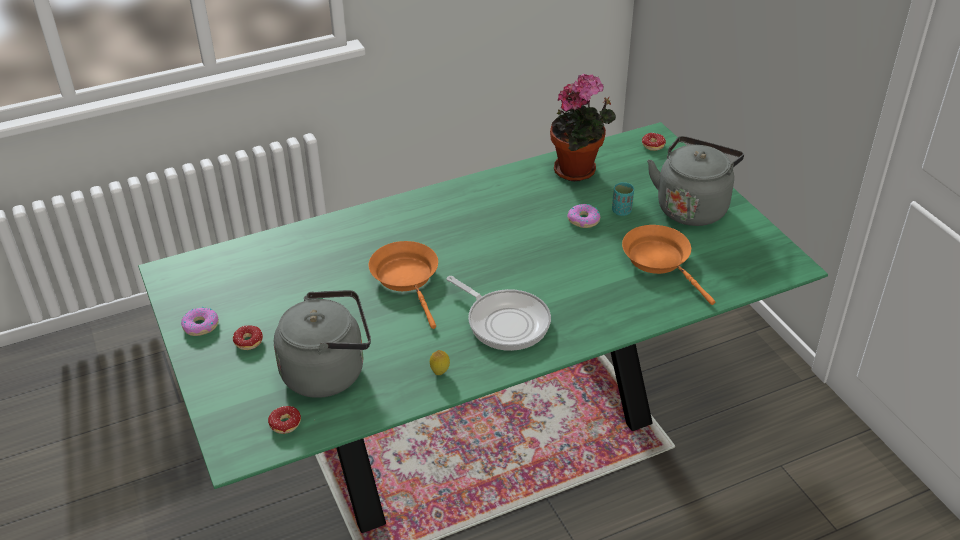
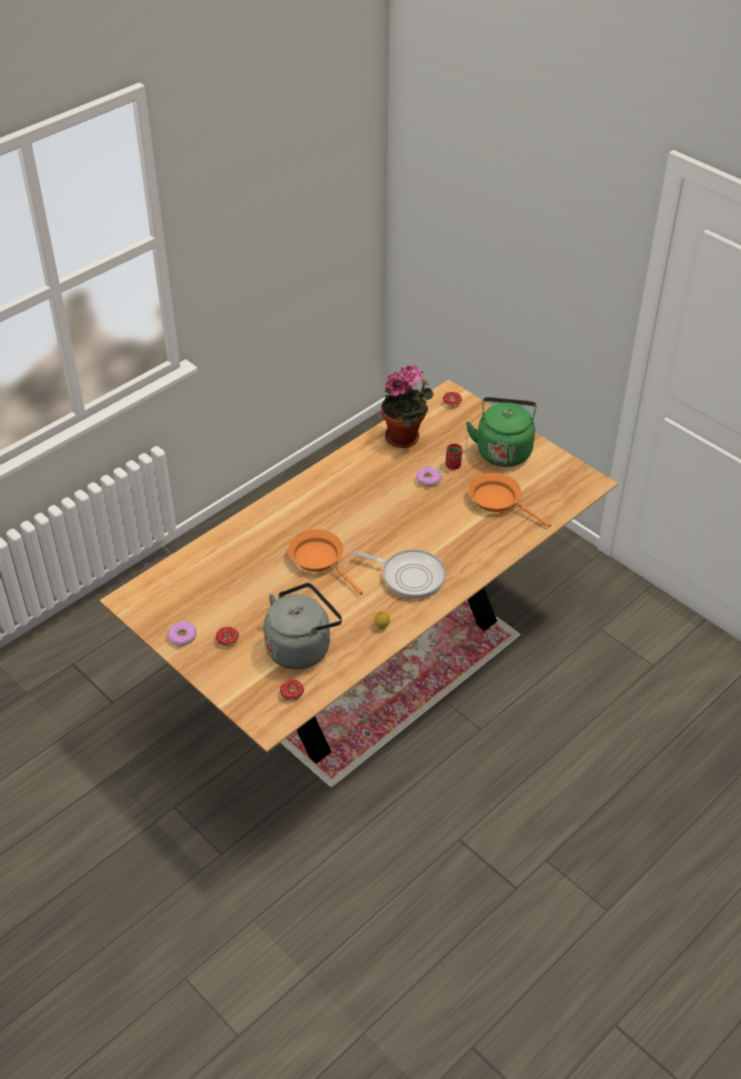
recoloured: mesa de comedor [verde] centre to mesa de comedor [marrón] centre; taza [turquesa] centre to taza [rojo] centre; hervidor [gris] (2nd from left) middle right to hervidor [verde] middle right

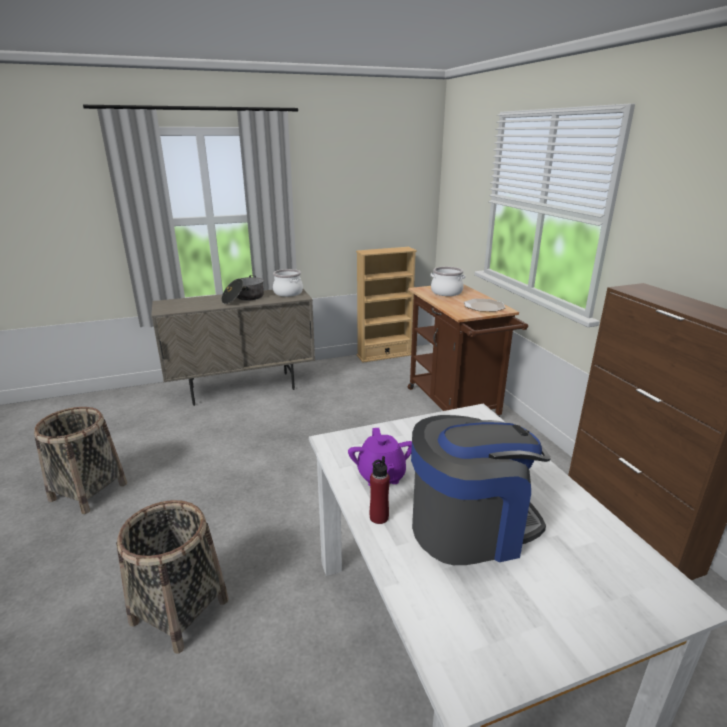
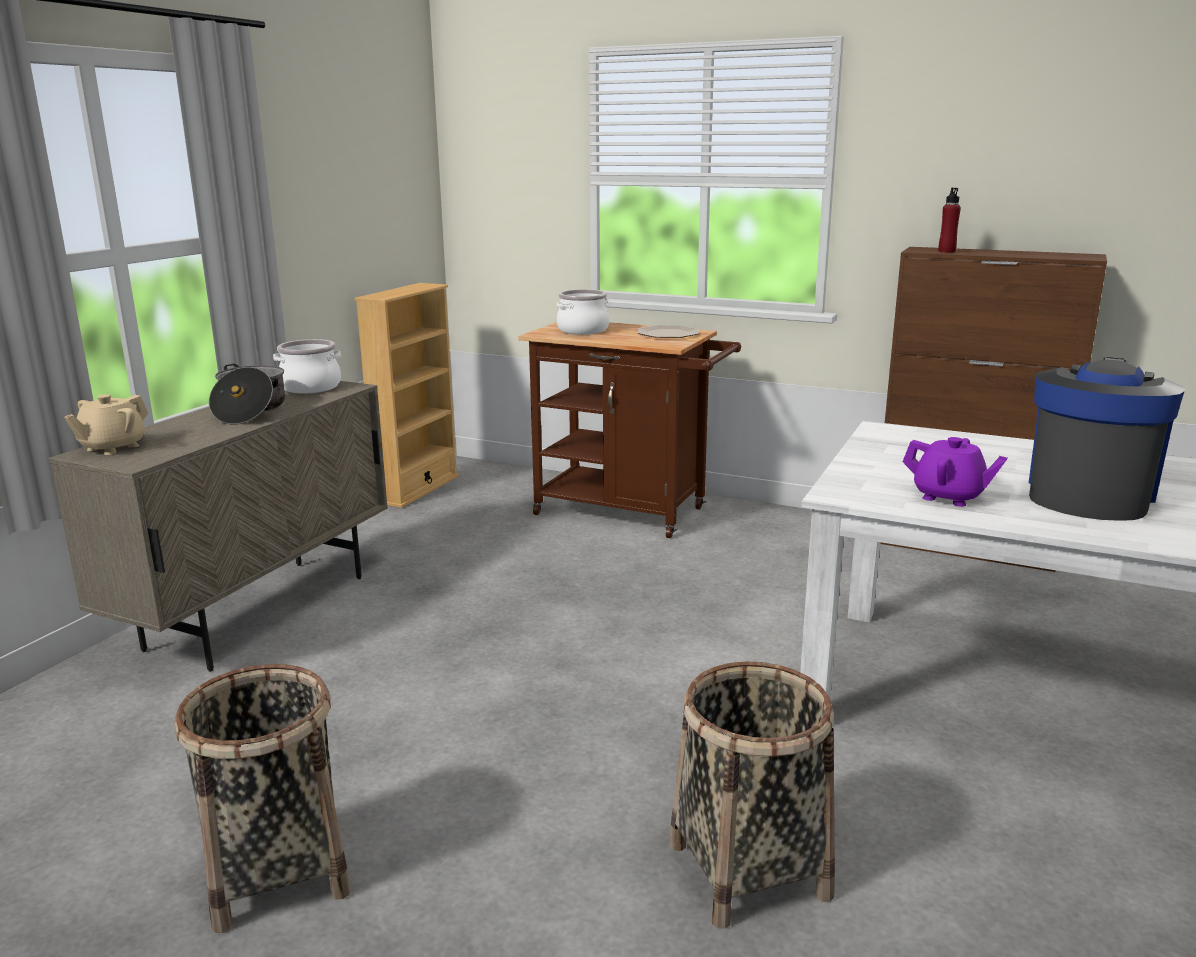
added: tetera [beis] middle left
moved: botella [rojo] bottom centre to top right

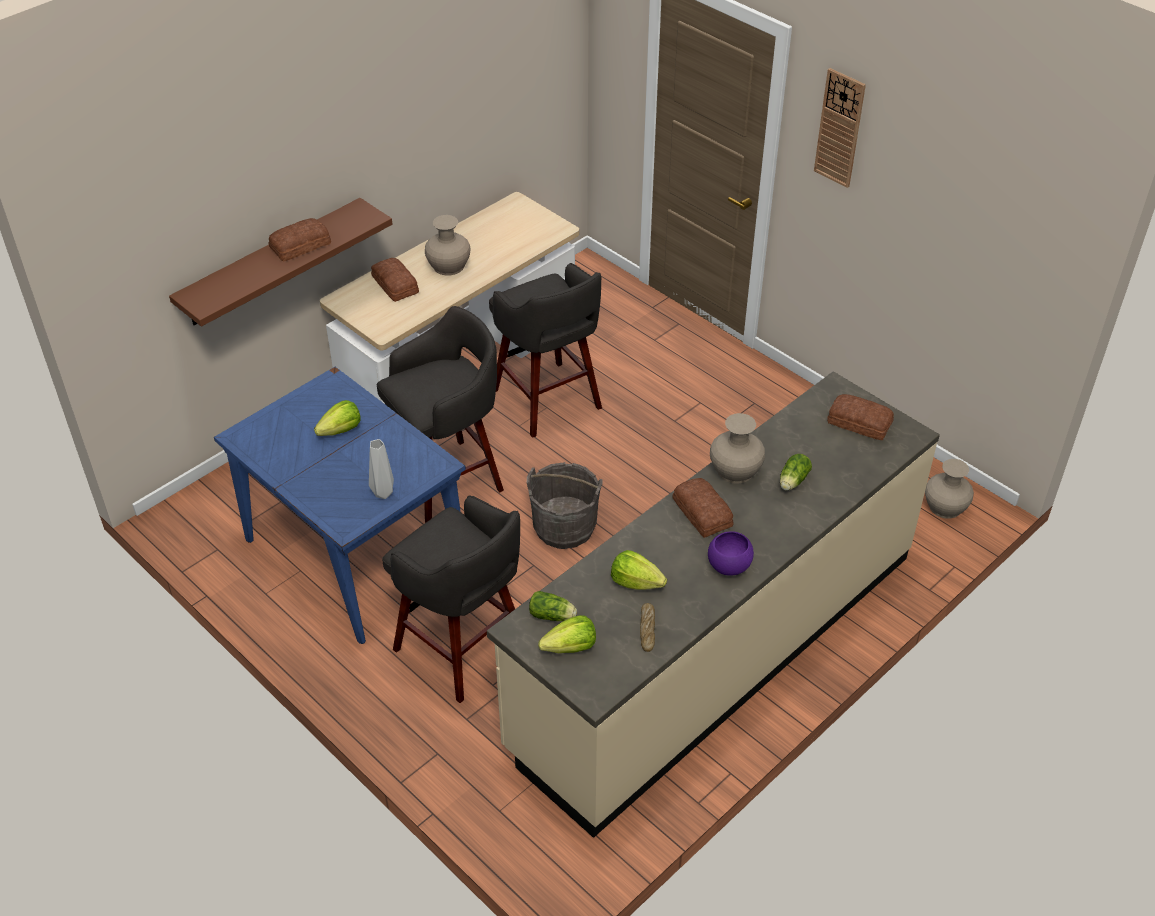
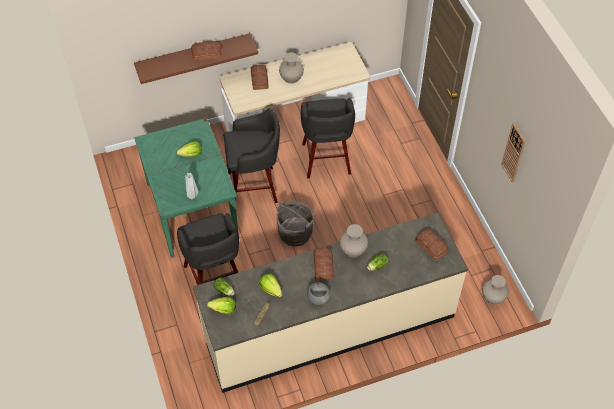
moved: reloj de pared top right to middle right
recoloured: mesa de comedor [azul] middle left to mesa de comedor [verde] middle left; cuenco [morado] centre to cuenco [gris] bottom centre

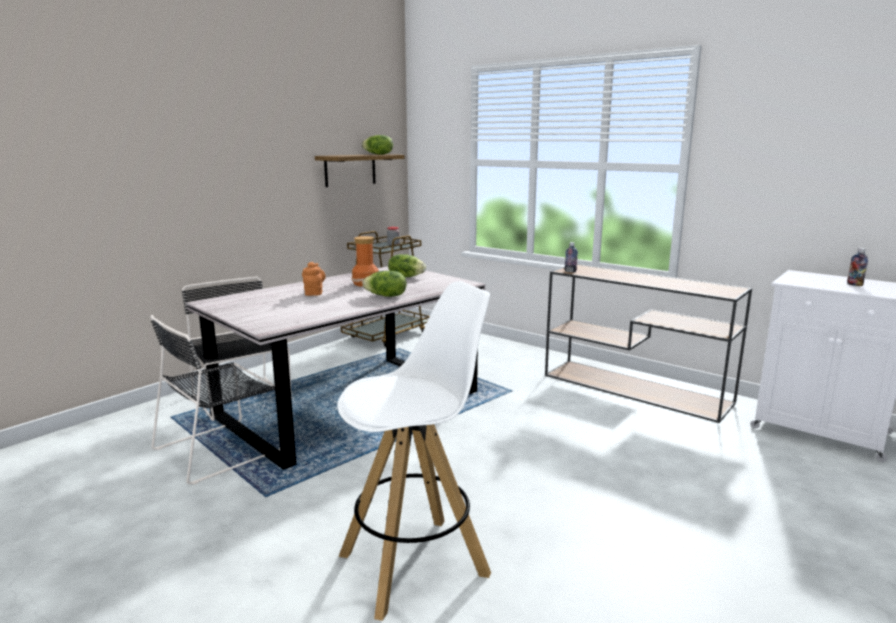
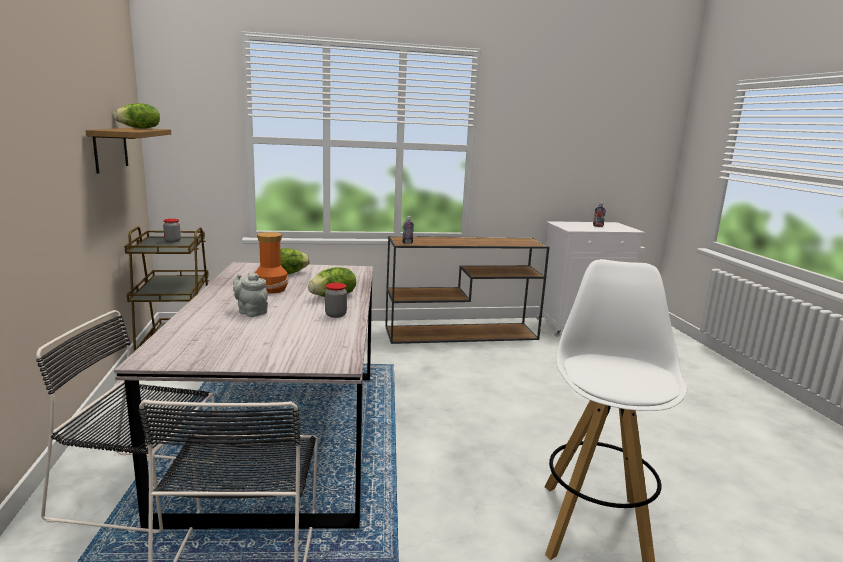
added: tarro (2nd from left) centre
recoloured: tetera [naranja] centre to tetera [gris] middle left

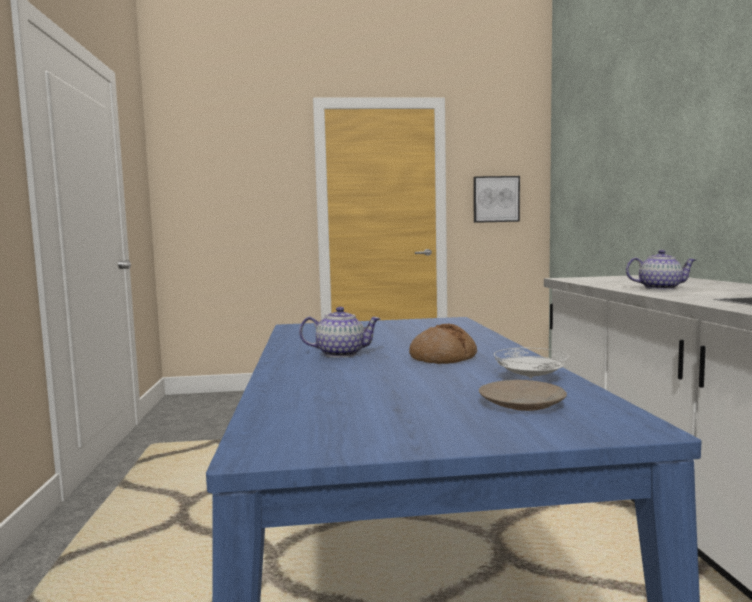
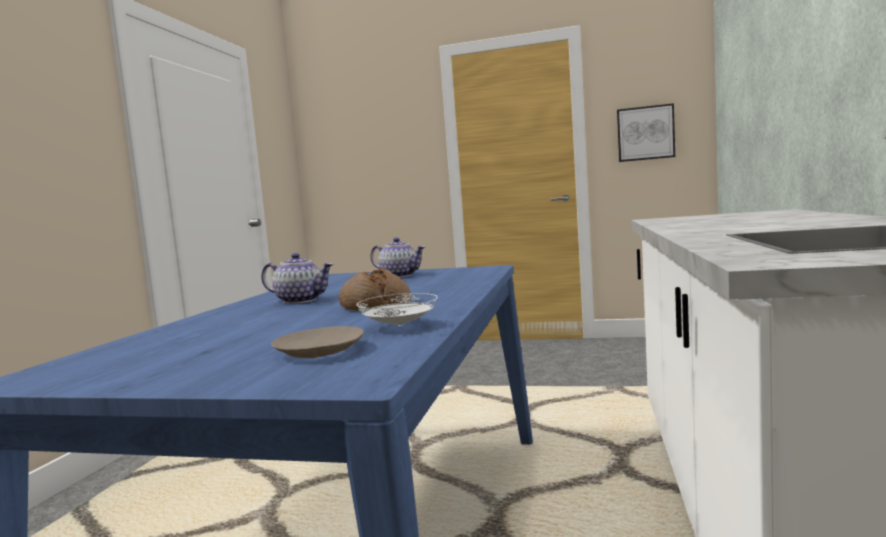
moved: tetera (2nd from left) middle right to centre

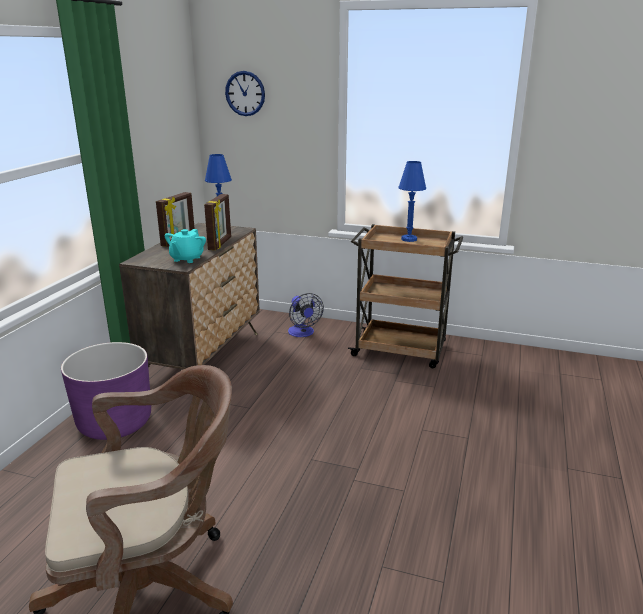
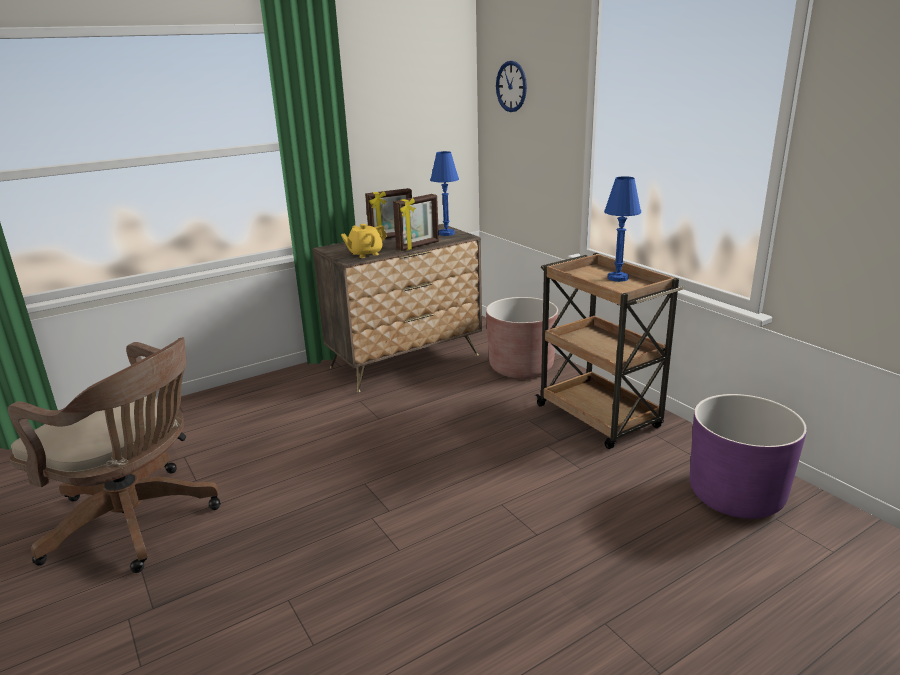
moved: maceta [morado] middle left to bottom right
replaced: ventilador centre to maceta [marrón] centre
recoloured: tetera [turquesa] middle left to tetera [amarillo] centre

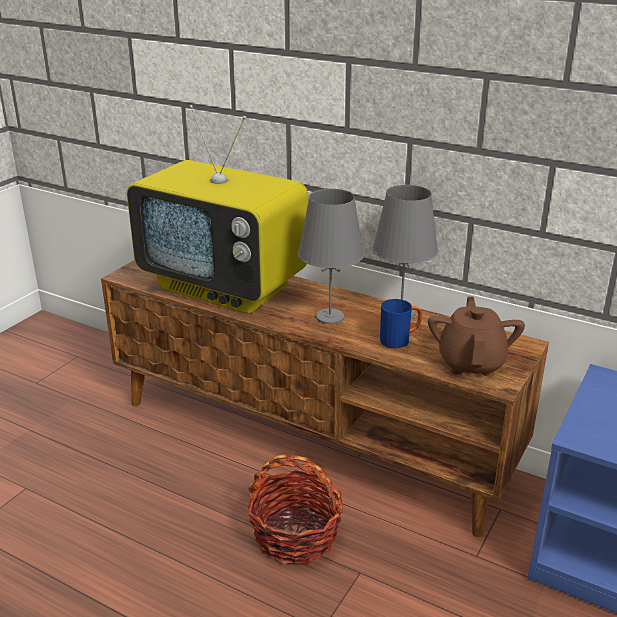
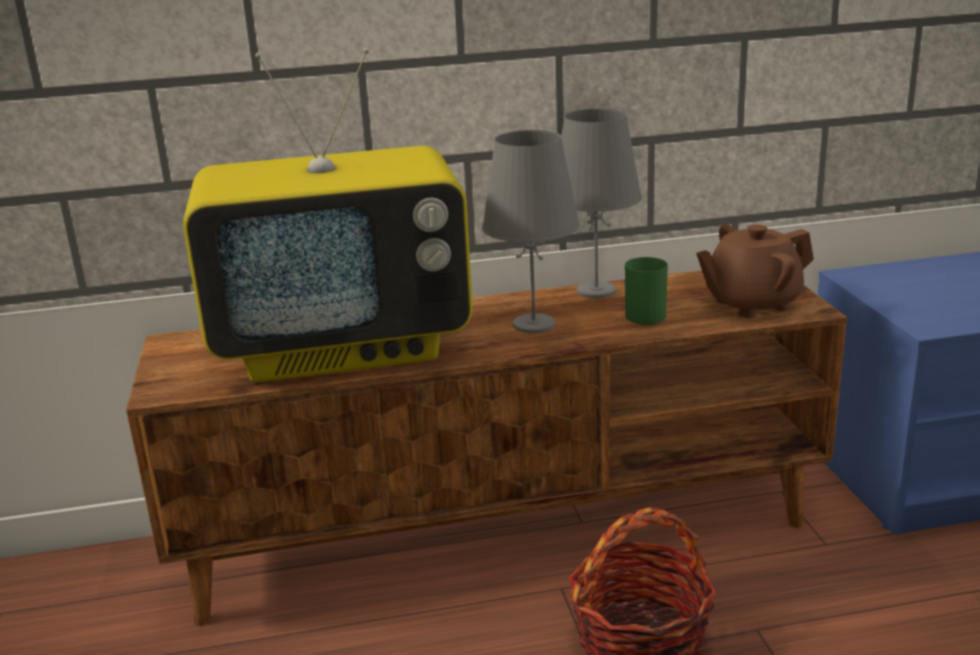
recoloured: taza grande [azul] centre to taza grande [verde] centre
turned: tetera [marrón] middle right = middle right 75 degrees counterclockwise

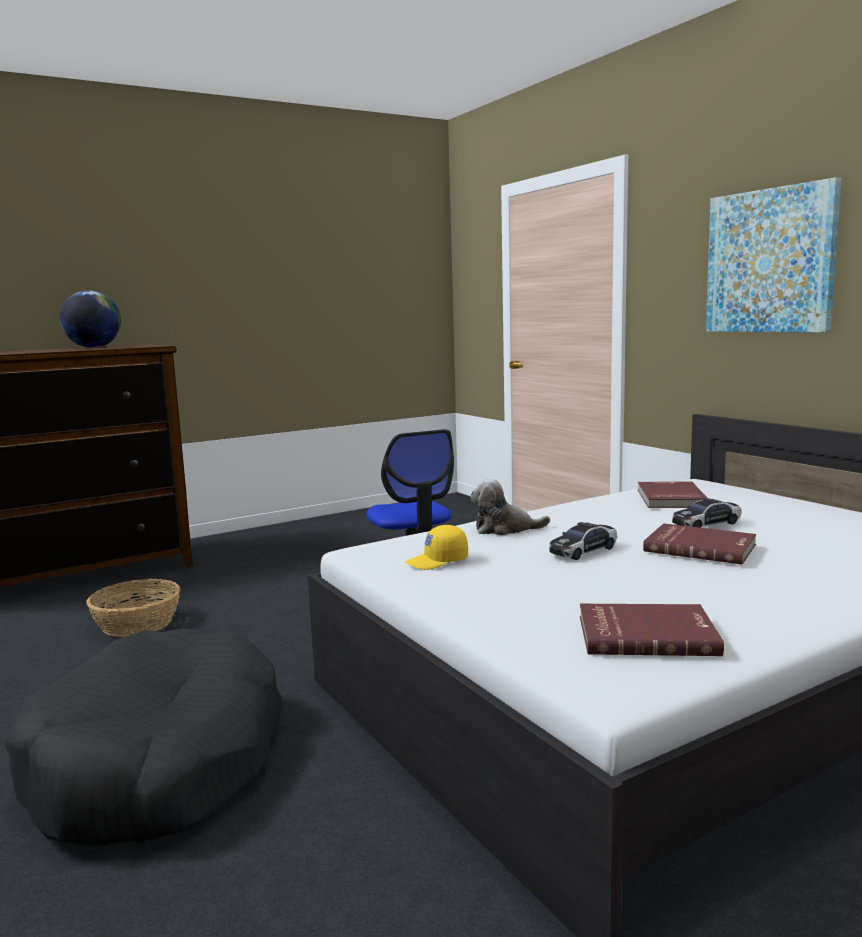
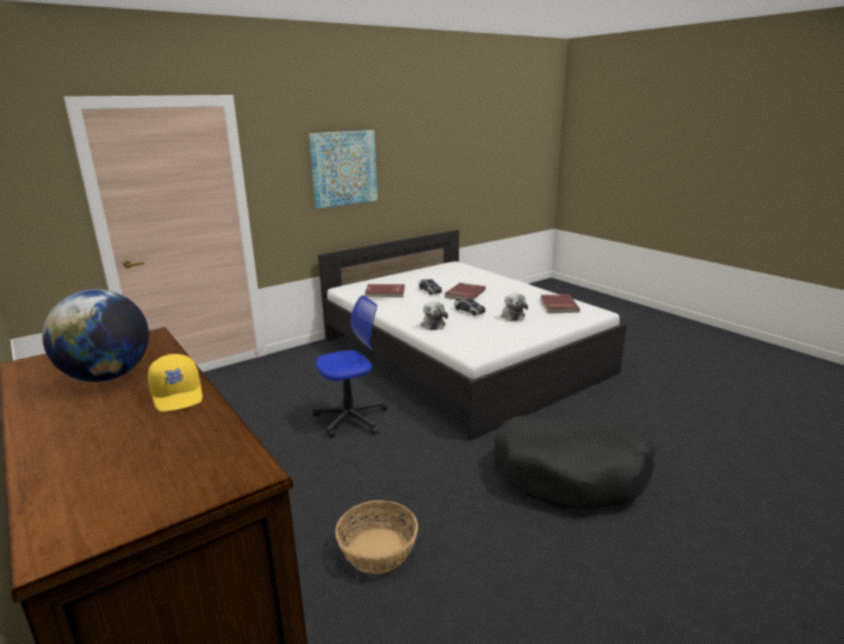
added: peluche (2nd from left) centre
moved: gorra [amarillo] centre to middle left

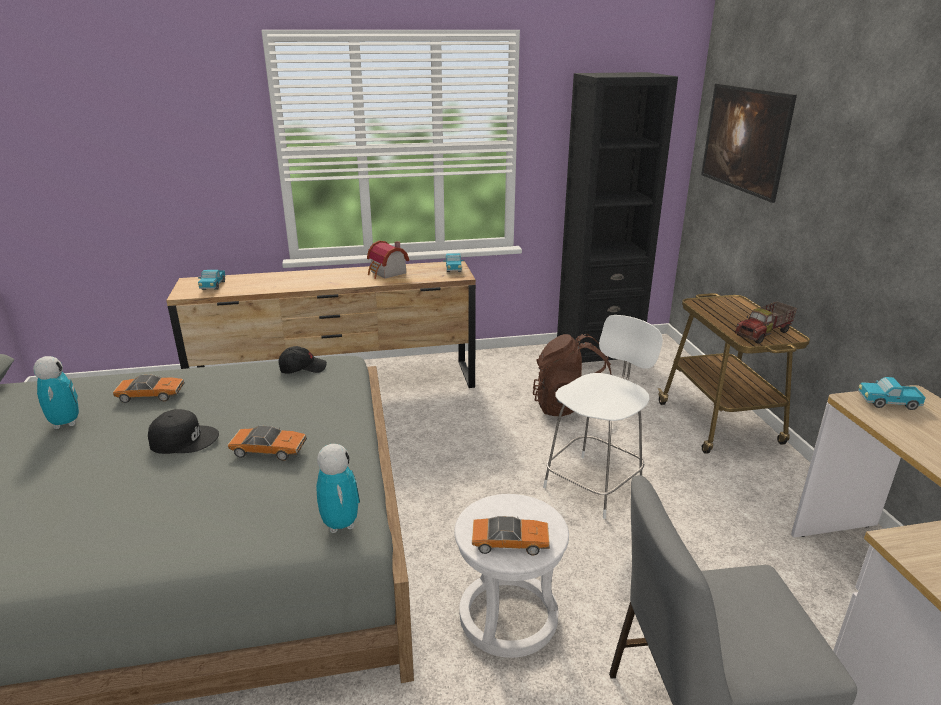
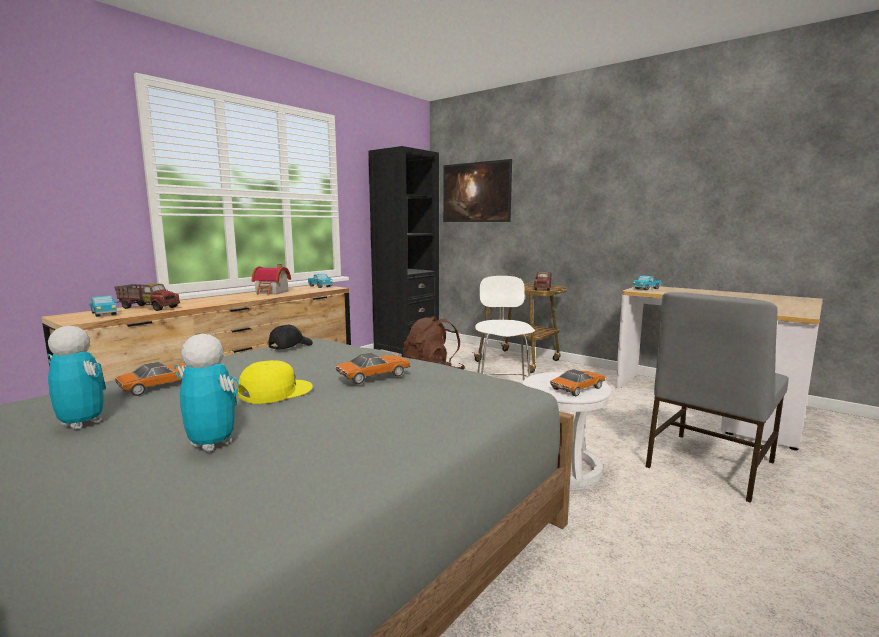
added: camión de juguete (2nd from left) middle left
moved: robot de juguete (2nd from left) bottom centre to middle left
recoloured: gorra [negro] (1st from left) middle left to gorra [amarillo] middle left

